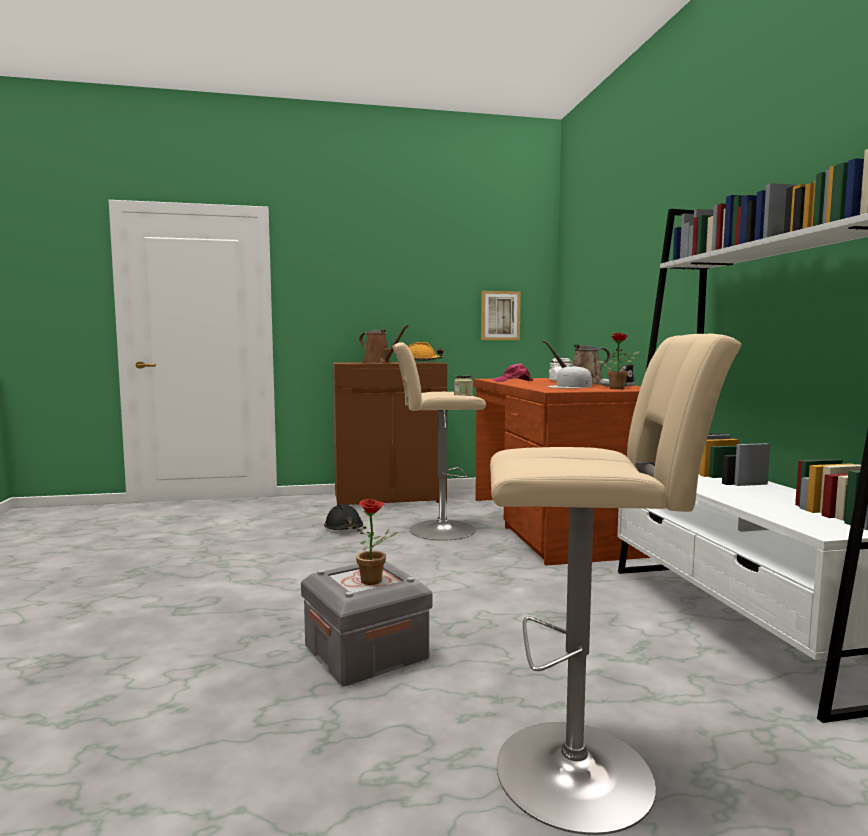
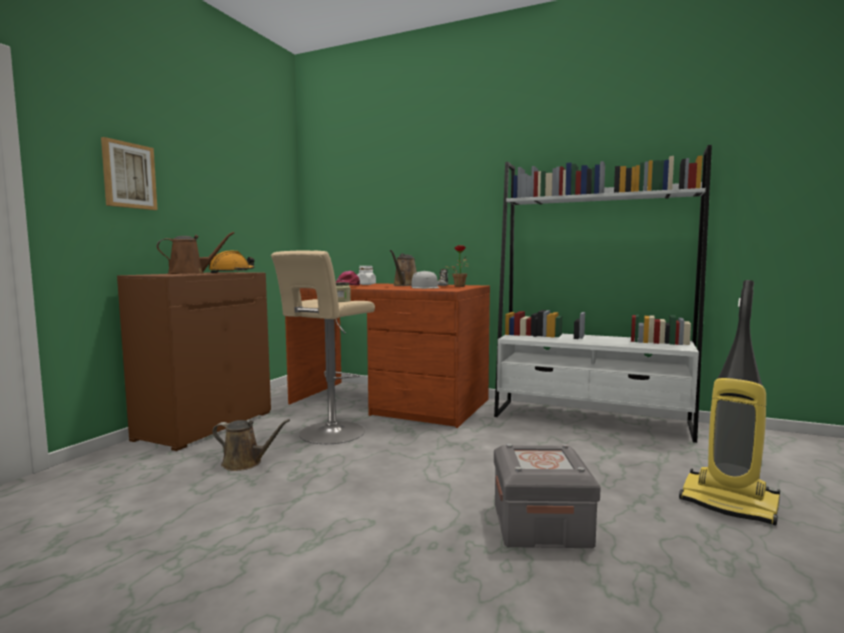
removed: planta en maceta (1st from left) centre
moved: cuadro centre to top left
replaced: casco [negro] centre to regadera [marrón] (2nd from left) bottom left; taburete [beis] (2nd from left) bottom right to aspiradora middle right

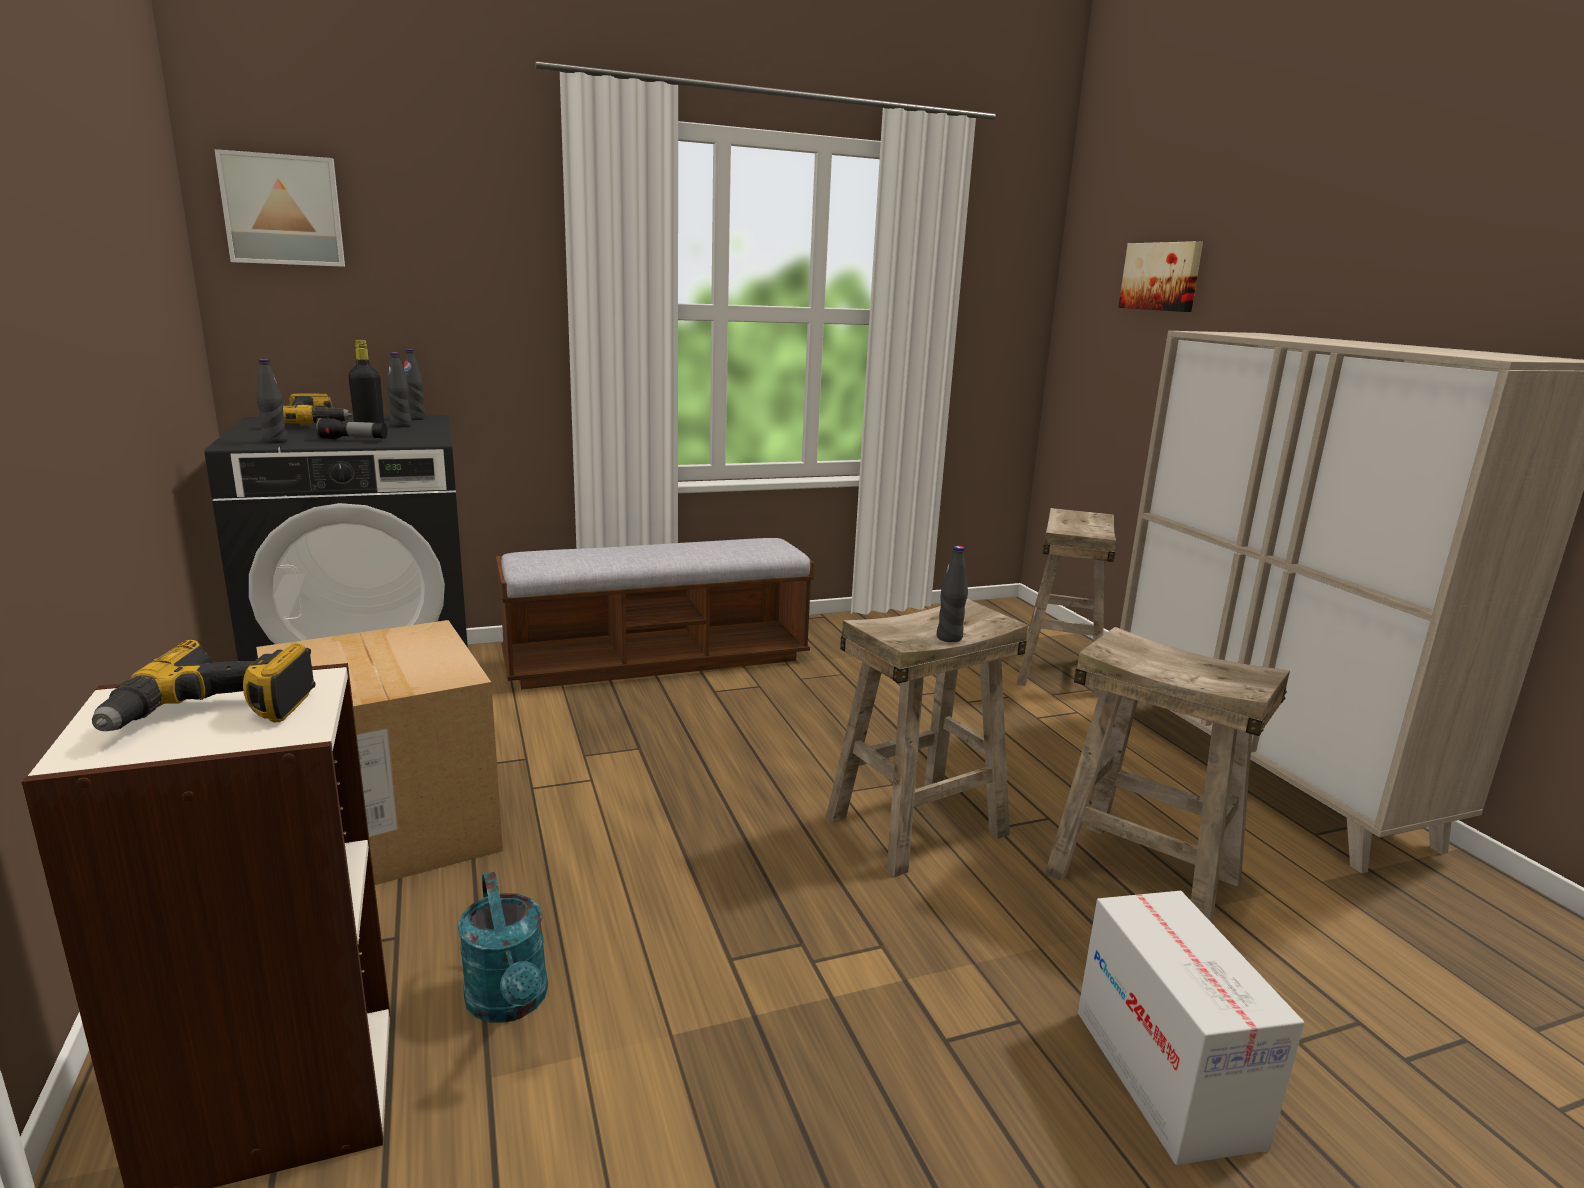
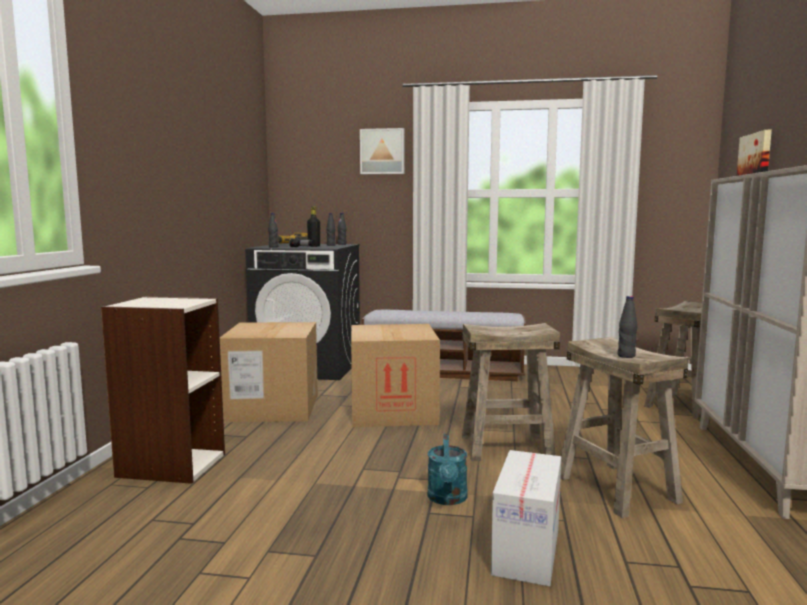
removed: taladro (1st from left) middle left
added: caja de cartón (2nd from left) centre
moved: cuadro (1st from left) top left to top centre; regadera [turquesa] bottom left to bottom centre; botella [negro] (5th from left) centre to middle right

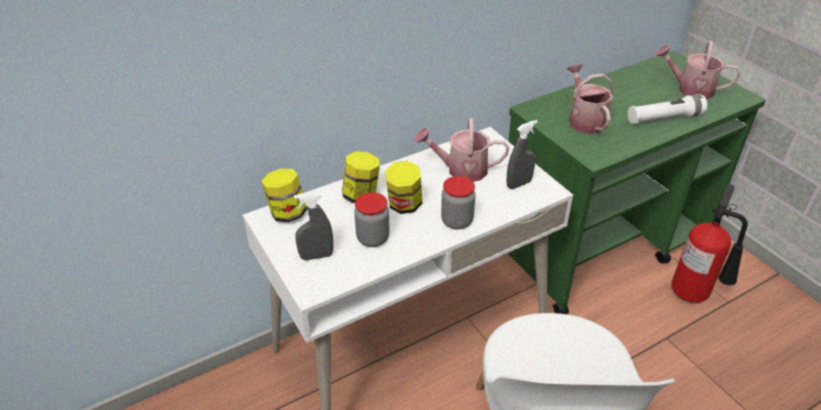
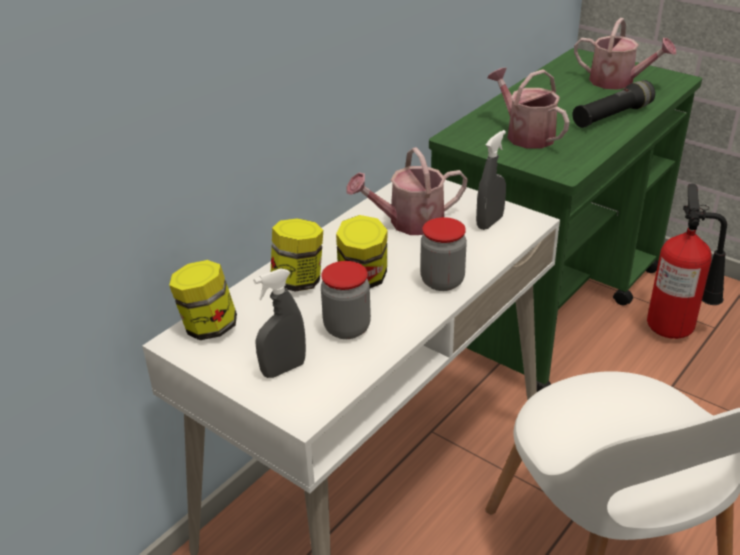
recoloured: linterna [blanco] top right to linterna [negro] top right
turned: regadera (3rd from left) top right = top right 150 degrees counterclockwise

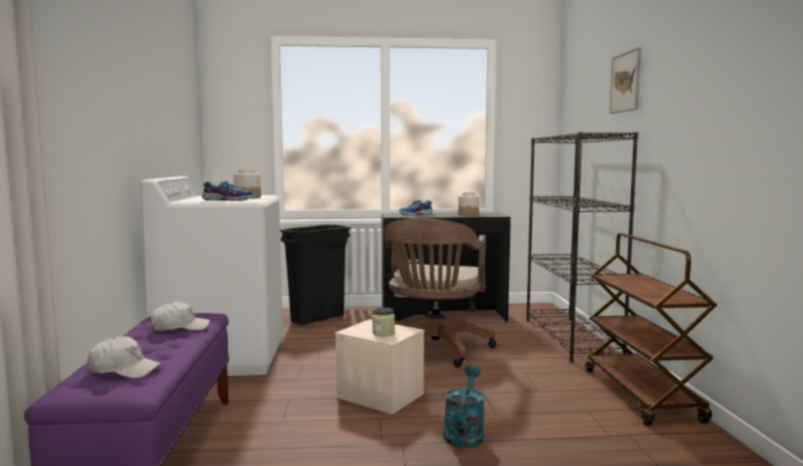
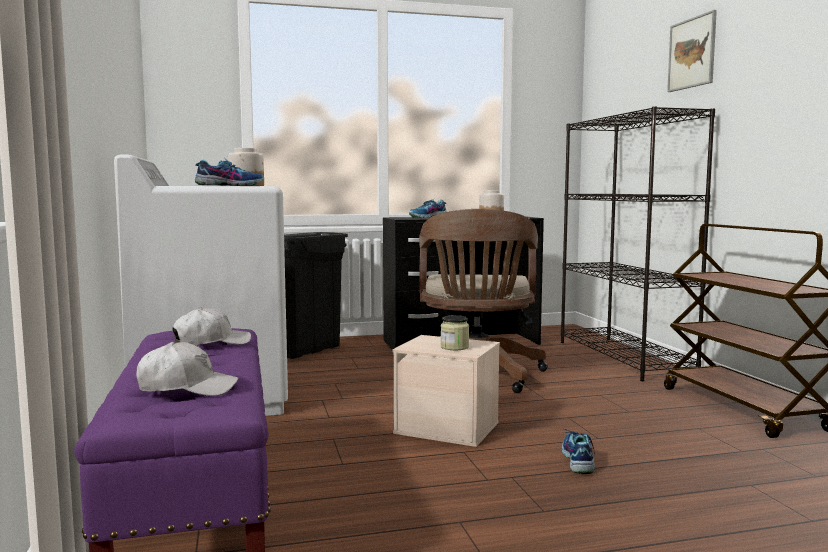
replaced: regadera [turquesa] bottom centre to zapato (3rd from left) bottom right

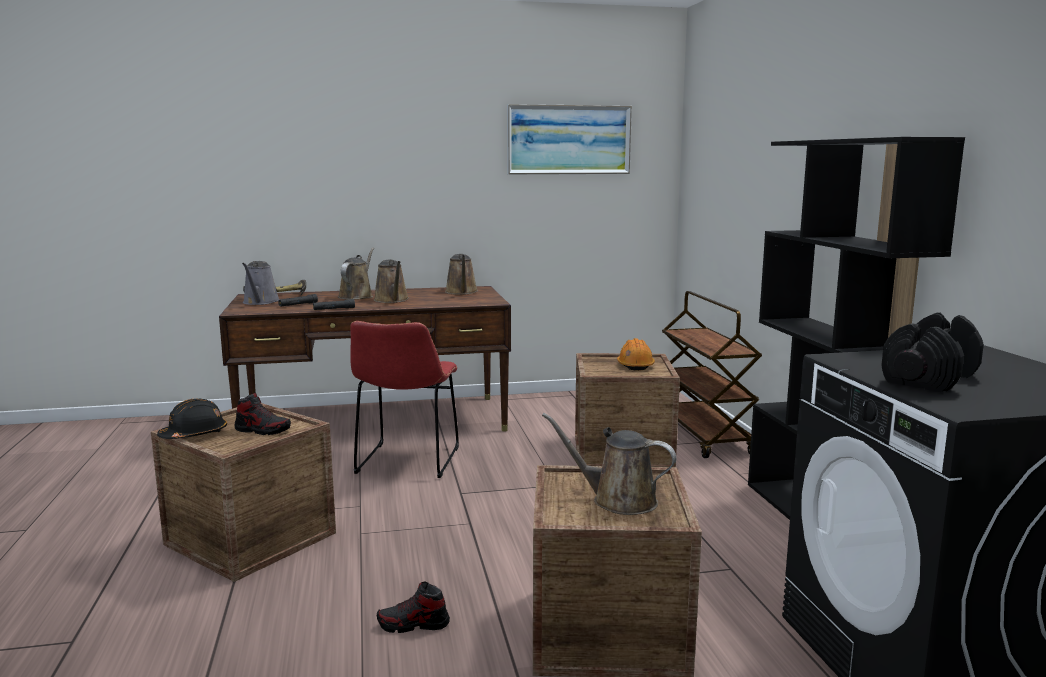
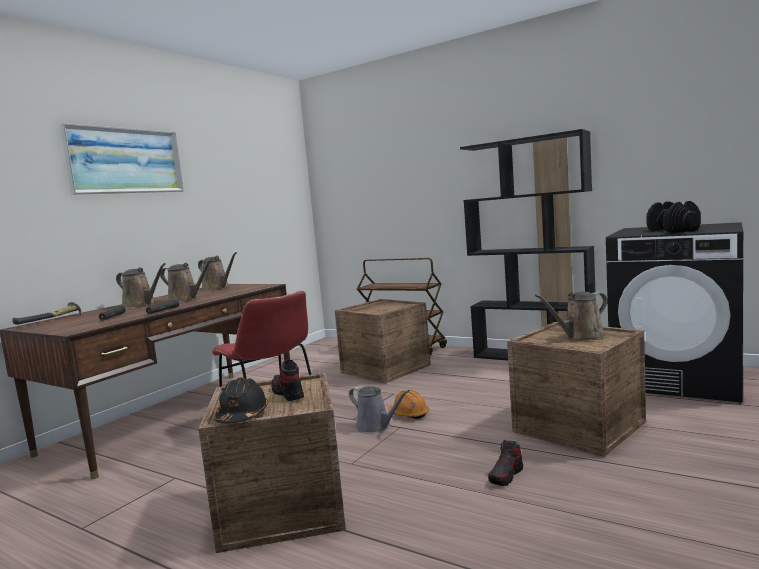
moved: regadera [gris] middle left to bottom centre; cuadro top centre to top left; casco [naranja] centre to bottom centre
turned: zapato (1st from left) middle left = bottom centre 90 degrees counterclockwise; regadera [marrón] (1st from left) centre = middle left 150 degrees clockwise

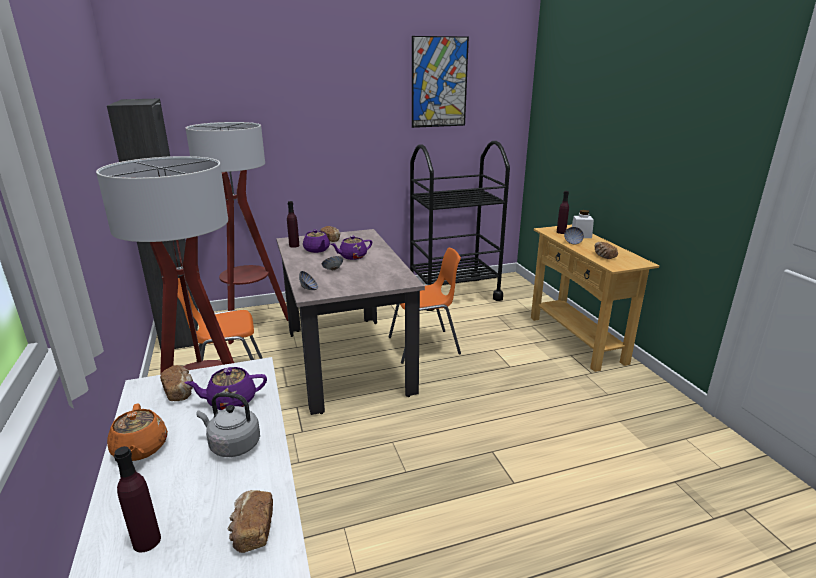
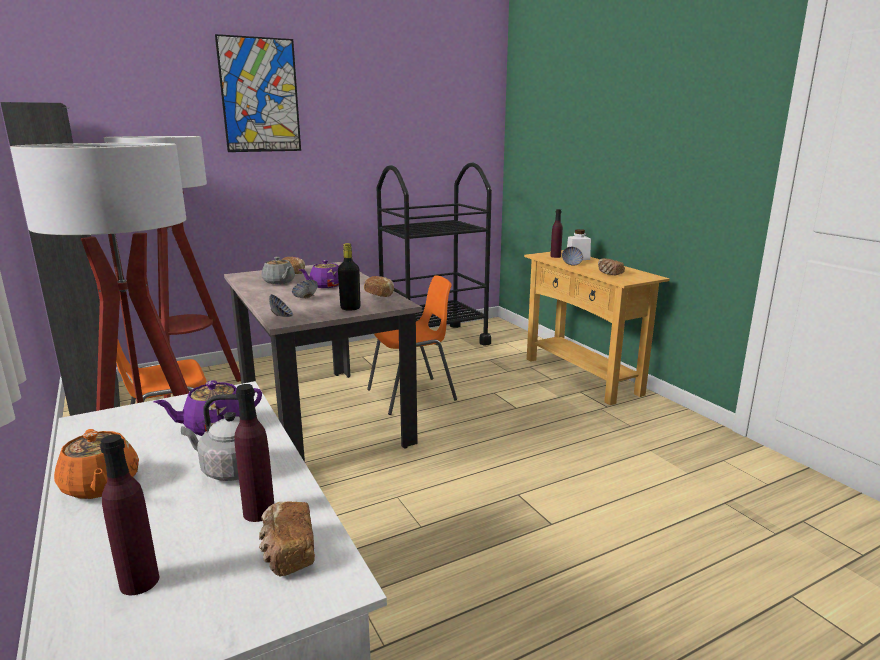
added: botella [negro] centre
moved: pan (1st from left in the first image) middle left to pan (3rd from left) centre; botella [morado] (2nd from left) centre to bottom left; cuadro top centre to top left
recoloured: tetera [morado] (2nd from left) centre to tetera [gris] middle left

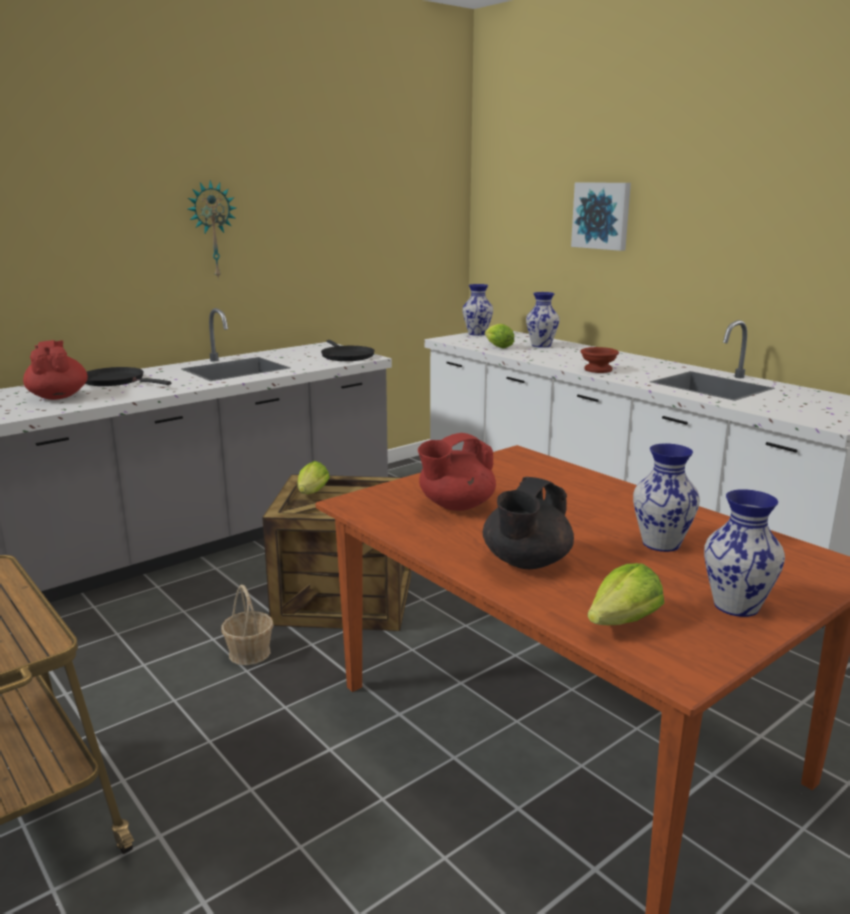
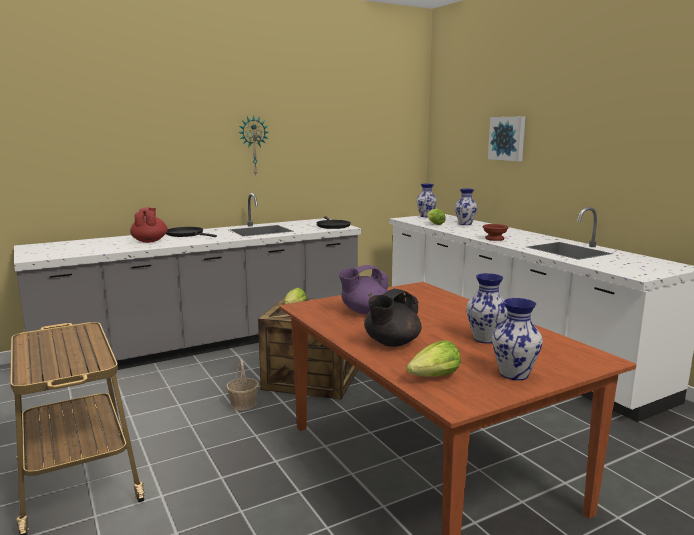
recoloured: tetera [rojo] (2nd from left) centre to tetera [morado] centre

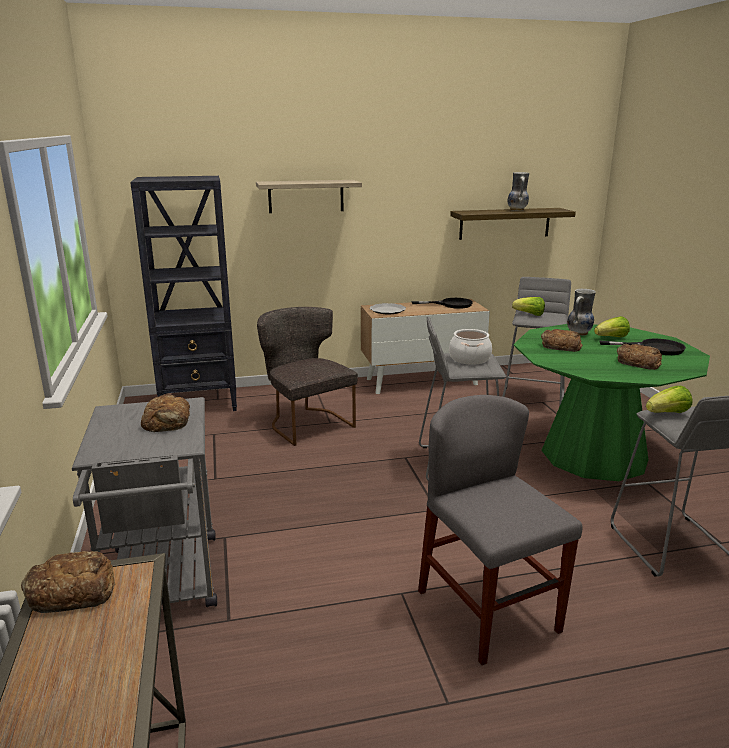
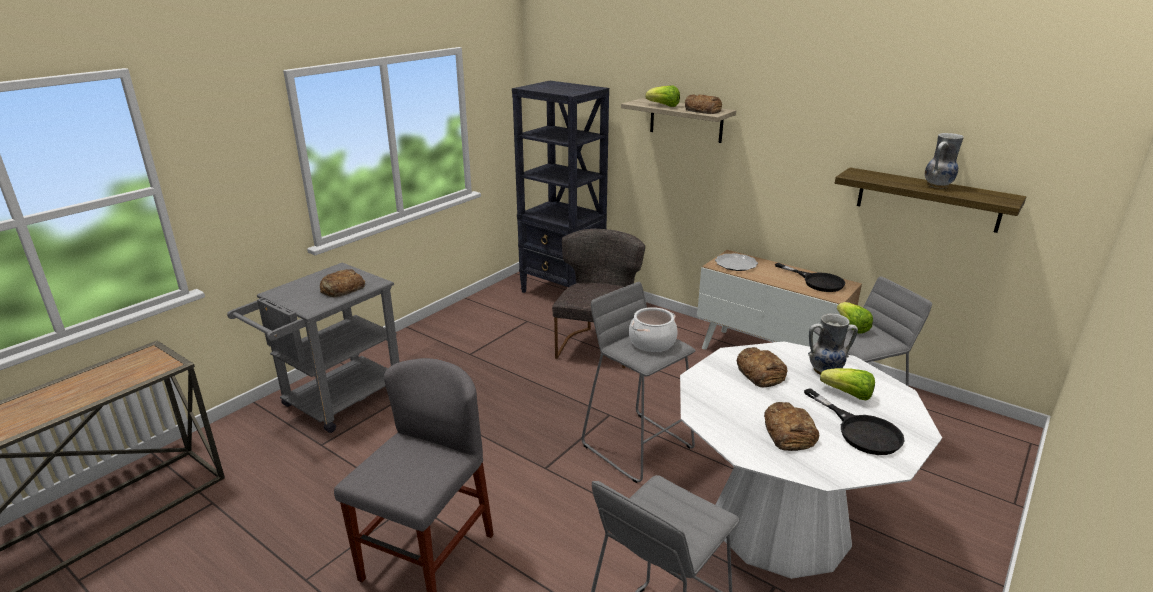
moved: pan (1st from left in the first image) bottom left to pan (2nd from left) top centre; lechuga (3rd from left in the first image) middle right to lechuga (1st from left) top centre
recoloured: mesa de comedor [verde] middle right to mesa de comedor [blanco] bottom right

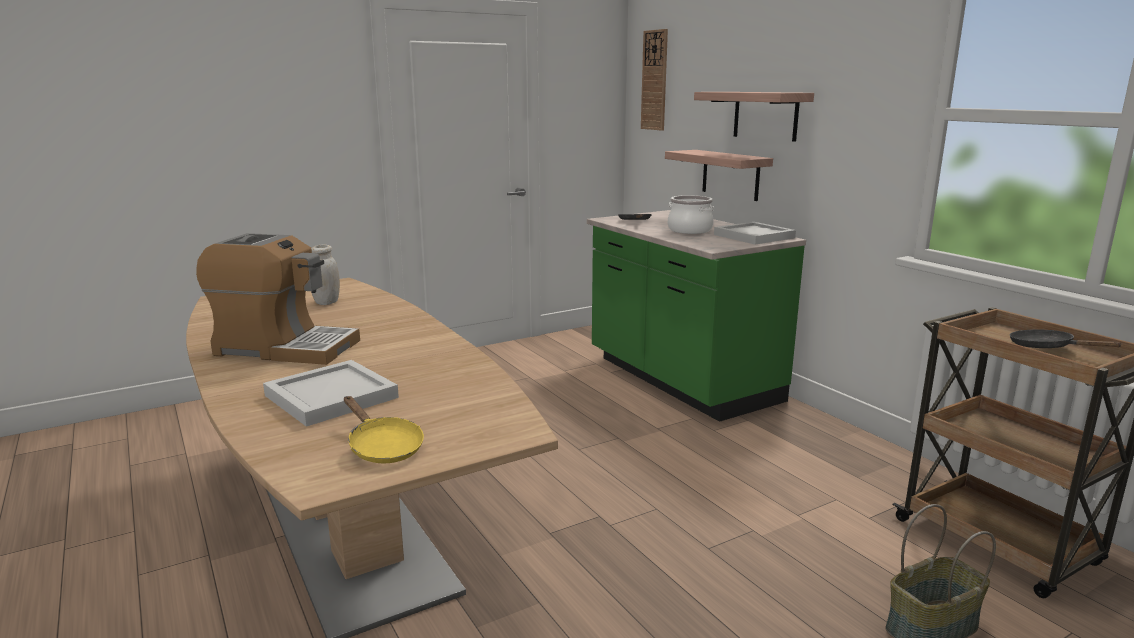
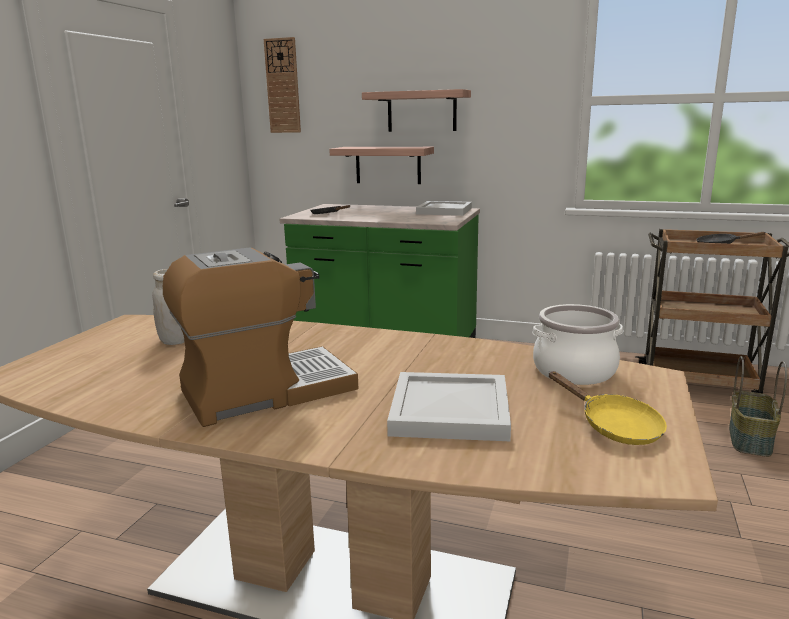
moved: olla centre to middle right
turned: sartén [amarillo] bottom centre = middle right 45 degrees clockwise

